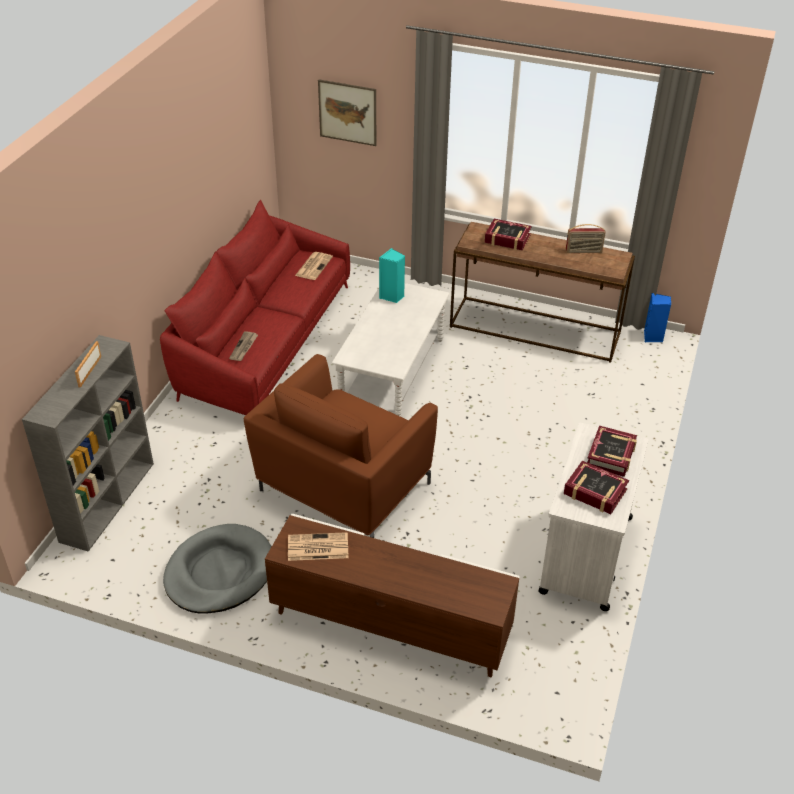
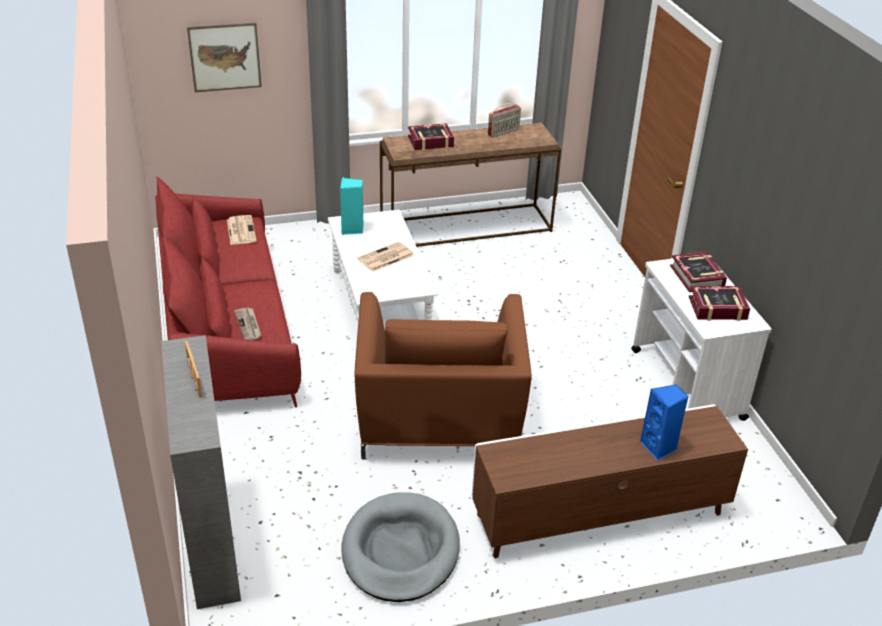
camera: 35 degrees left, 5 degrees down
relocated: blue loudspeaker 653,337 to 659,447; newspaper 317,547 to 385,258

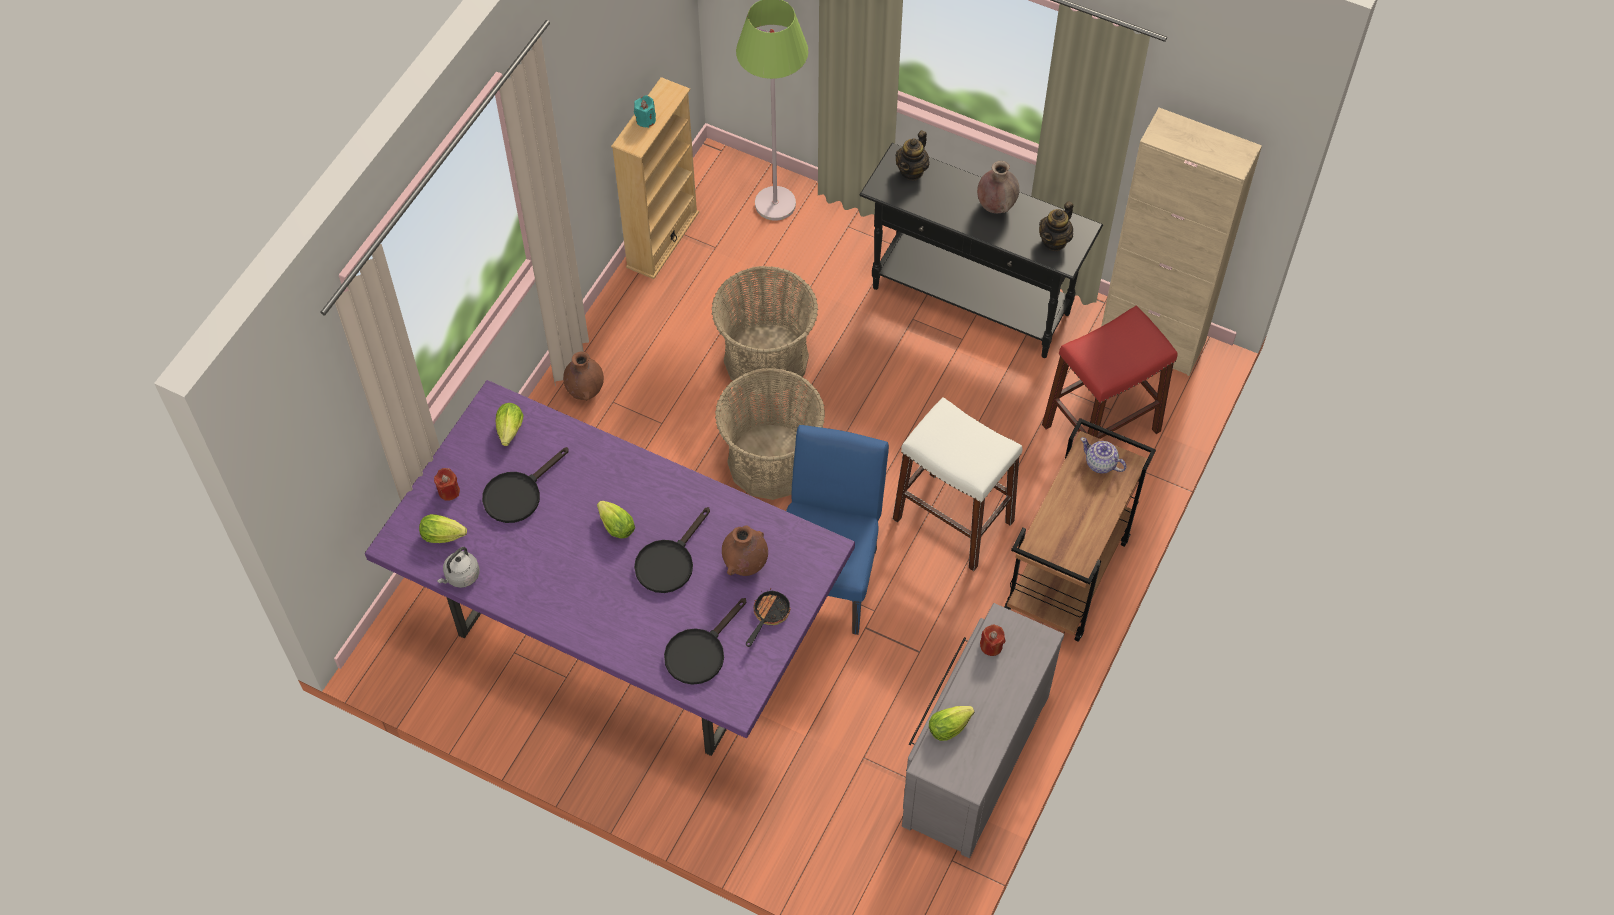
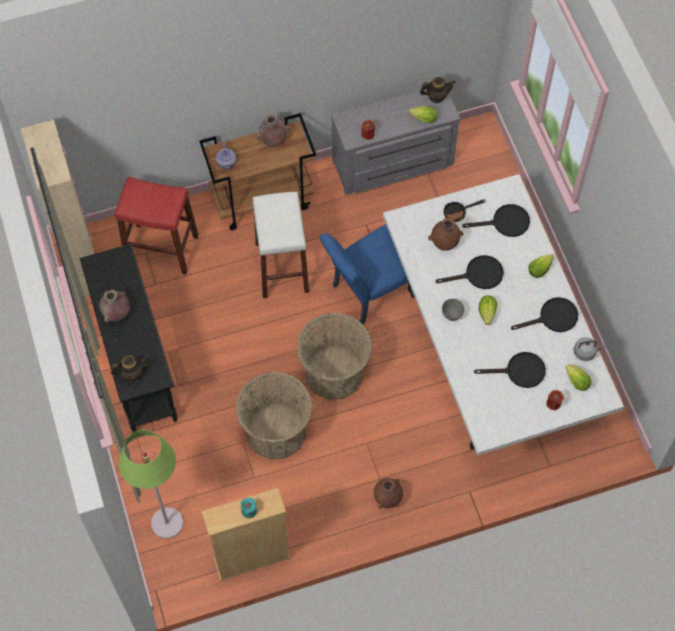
camera: 135 degrees left, 5 degrees up
appeared: brown-coloured vase 273,141; black frying pan 553,318; greyish serving bowl 451,315
relocated: tea pot 1054,241 to 436,96; lettuce 509,432 to 540,268
colour: purple-coloured dining table 622,625 to whitish dining table 489,354

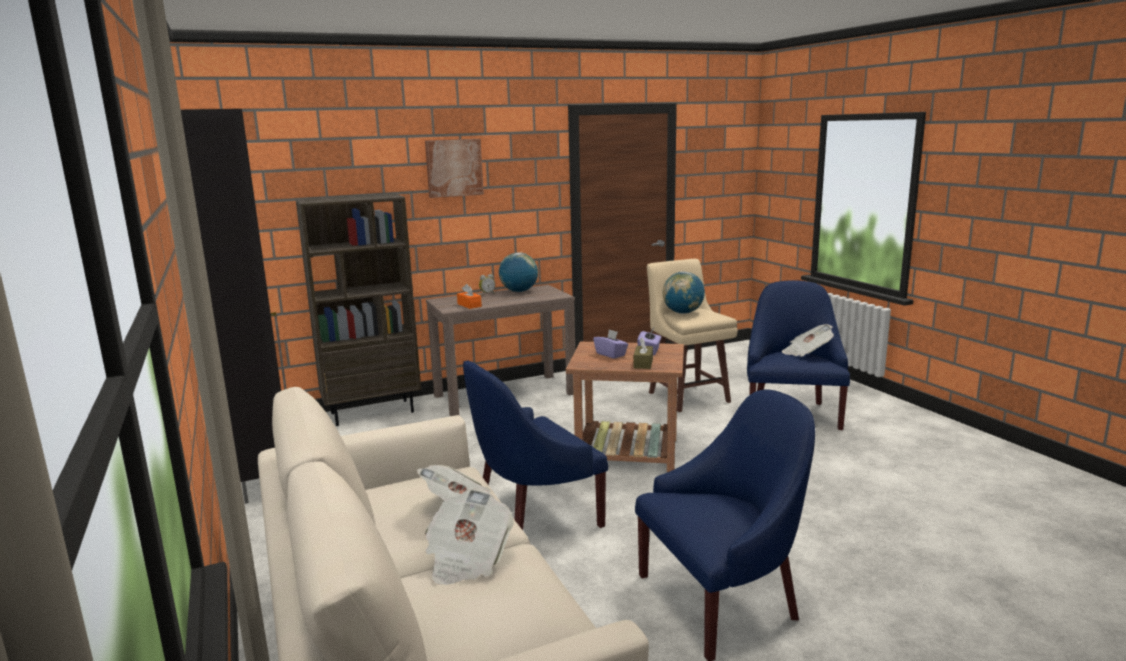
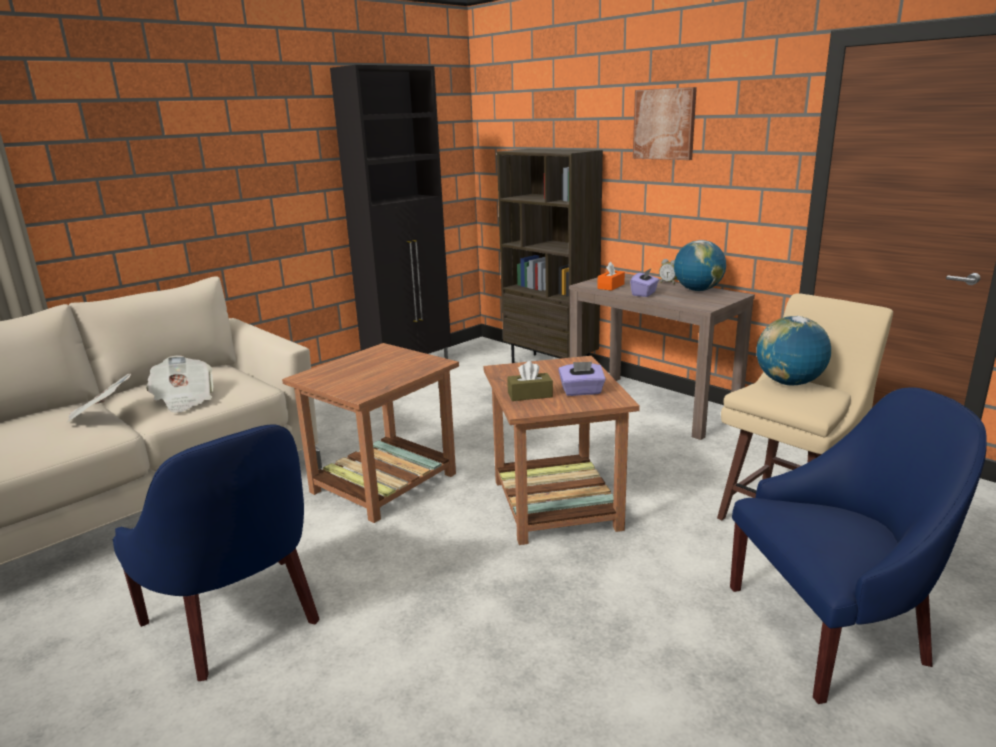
camera: 70 degrees right, 5 degrees up
missing: newspaper 806,353
relocated: purple-coloured box of tissues 611,354 to 644,293
exchanged: blue lounge chair 533,515 to brown-coloured side table 385,482

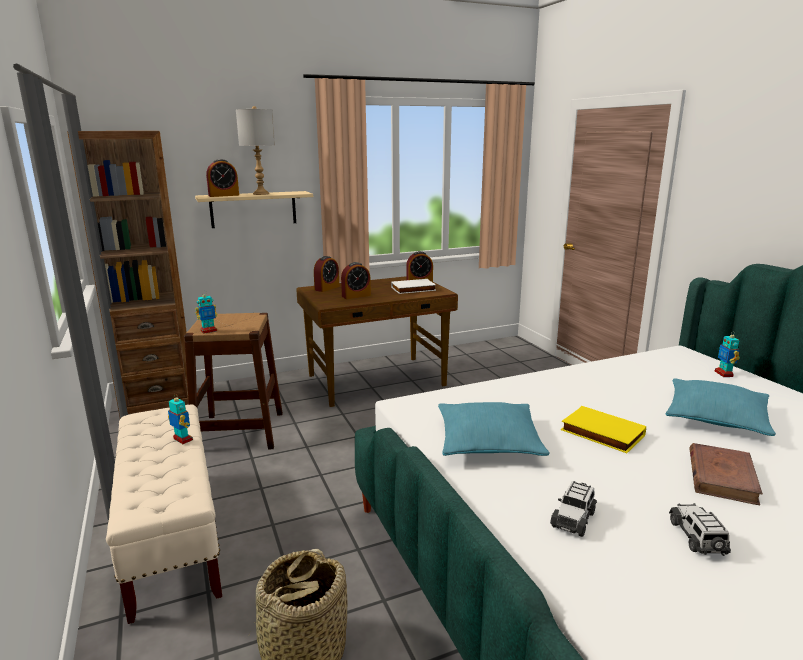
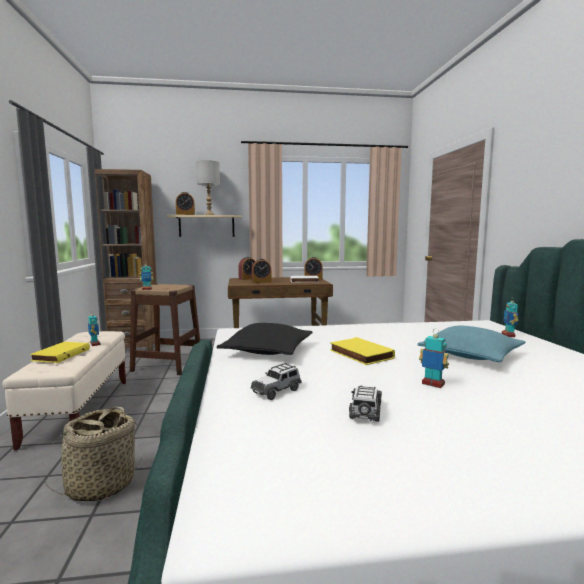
camera: 15 degrees right, 10 degrees down
appeared: yellowish book 60,355
exchanged: brown-coloured book 721,477 to model robot 433,384
colour: turquoise-coloured throw pillow 488,441 to black throw pillow 267,351

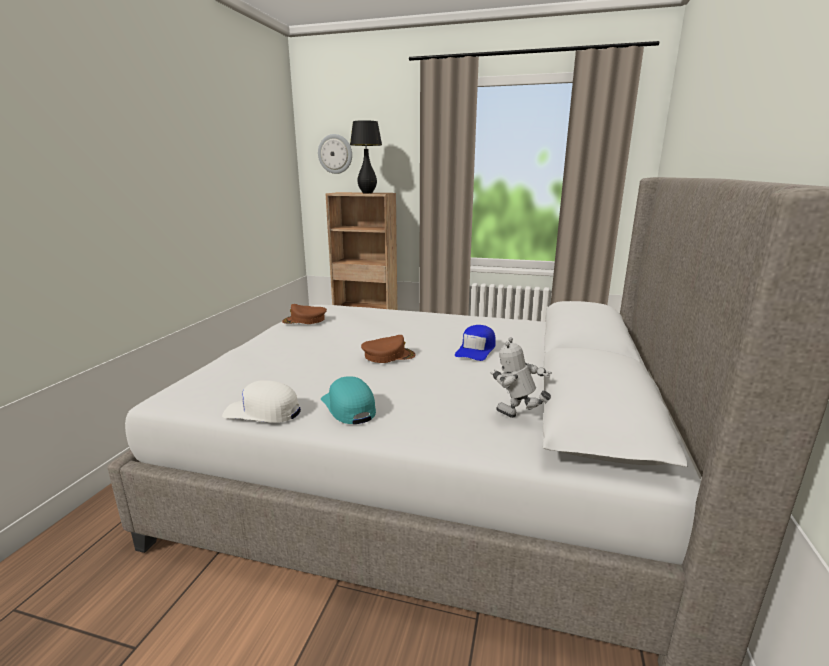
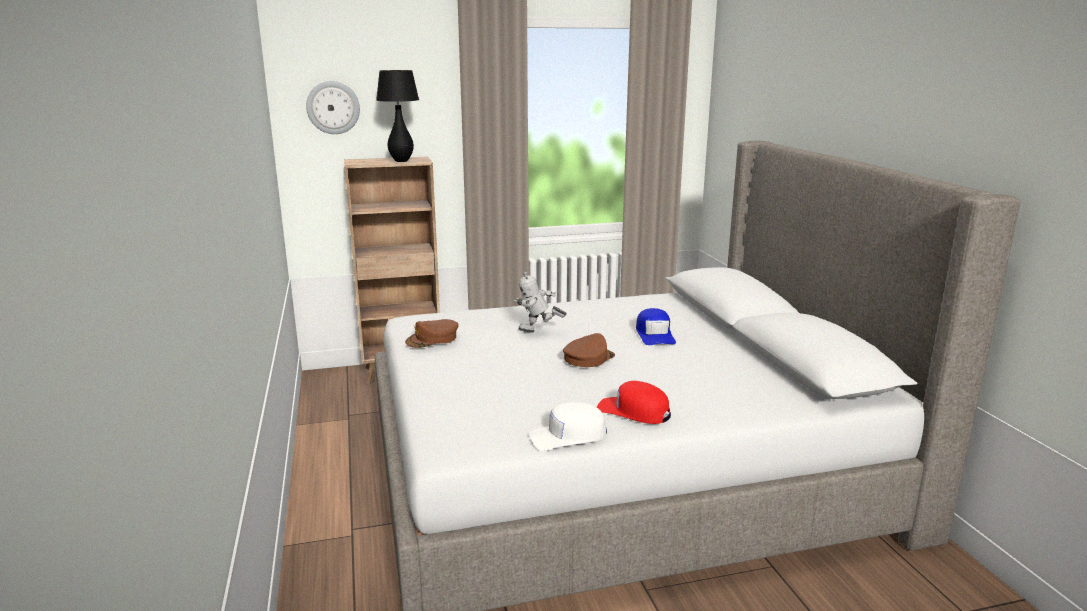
camera: 30 degrees left, 0 degrees up
relocated: model robot 519,420 to 538,333
colour: turquoise-coloured baseball cap 348,407 to red baseball cap 633,411

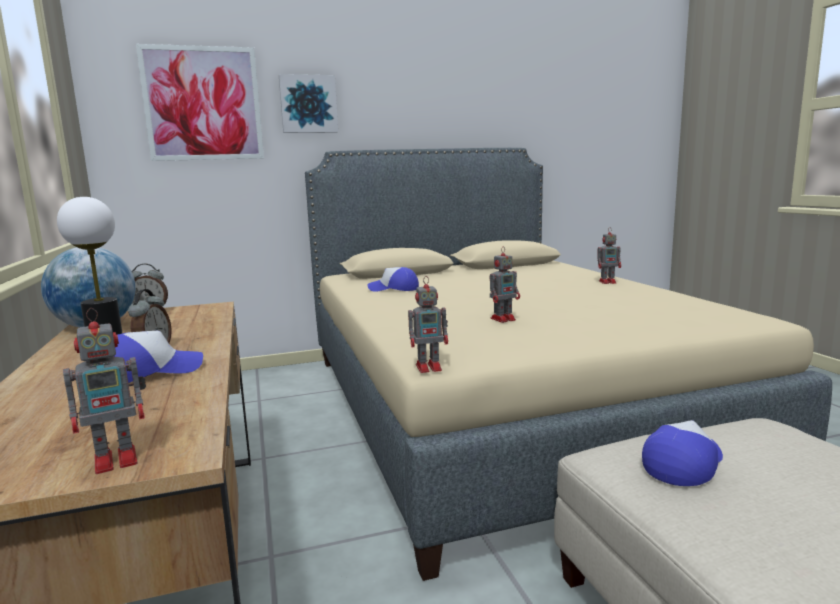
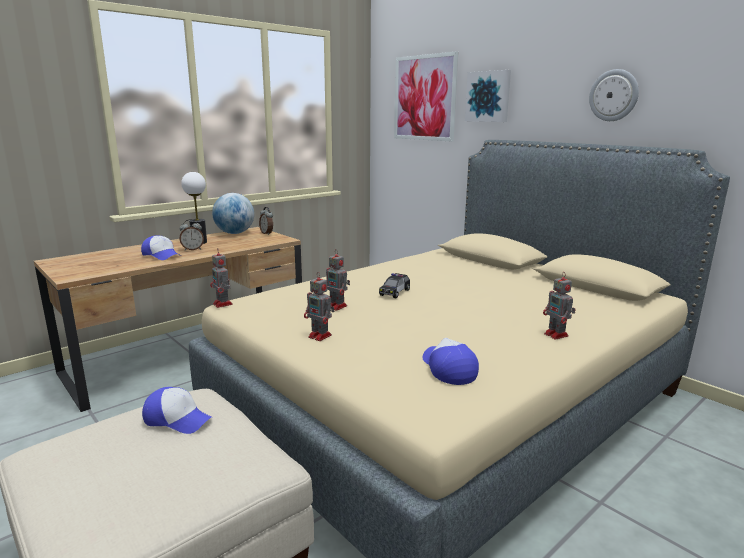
camera: 65 degrees right, 5 degrees up
appeared: clock on the wall 614,95; miniature car 395,292
relocated: baseball cap 394,289 to 448,368; model robot 119,459 to 320,336

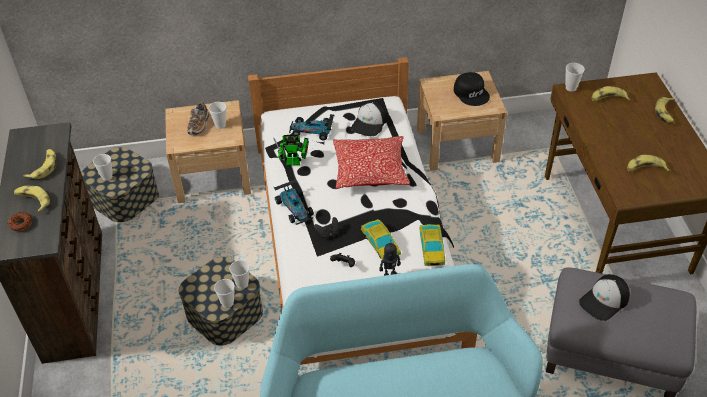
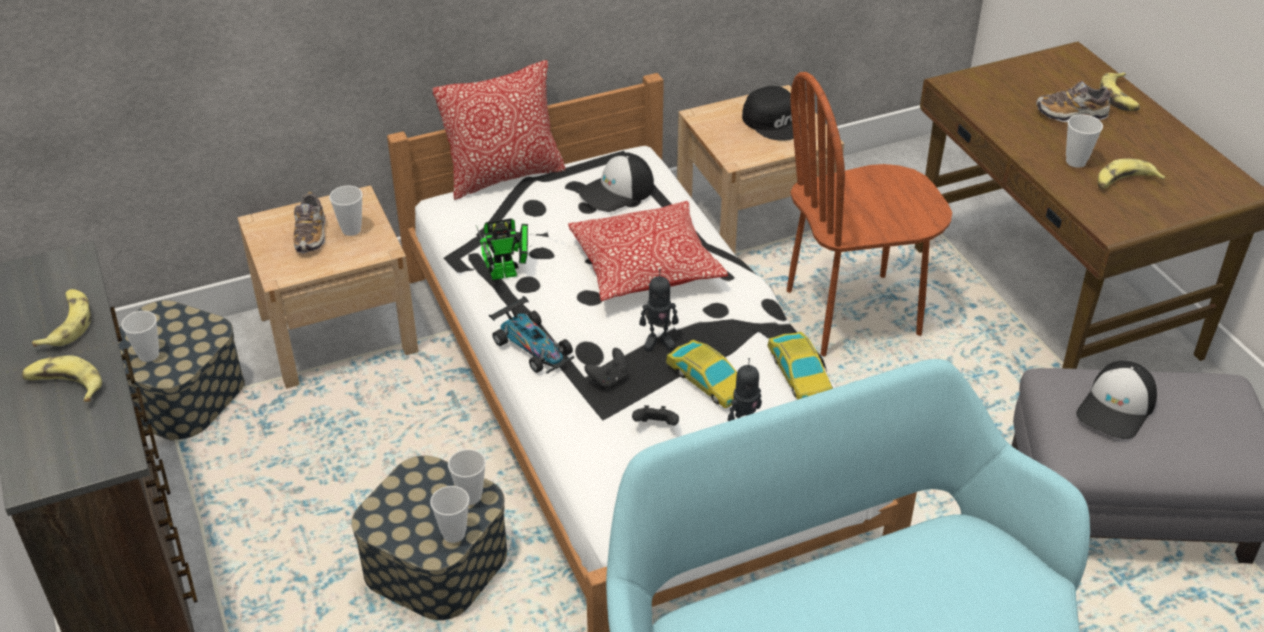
camera: 15 degrees left, 5 degrees down
missing: banana 608,99; miniature car 312,131; ring doughnut 21,223
appeared: throw pillow 504,175; brown-coloured upright chair 853,314; item of footwear 1071,114; model robot 658,342
relocated: small cup 571,88 to 1076,161
spun: baseball cap 369,123 = 617,191 45 degrees clockwise

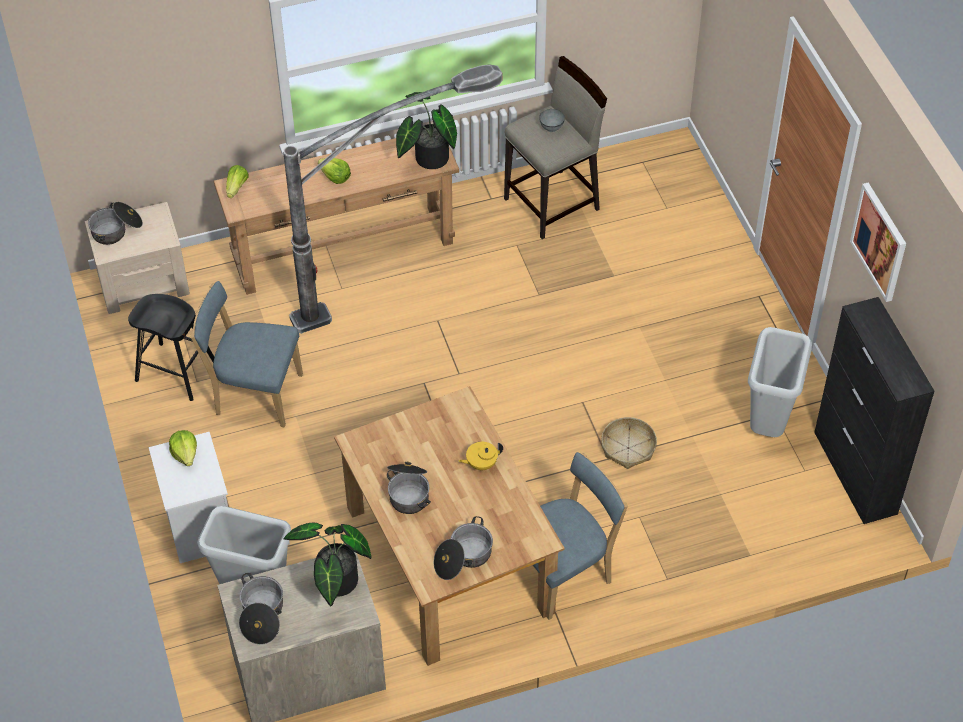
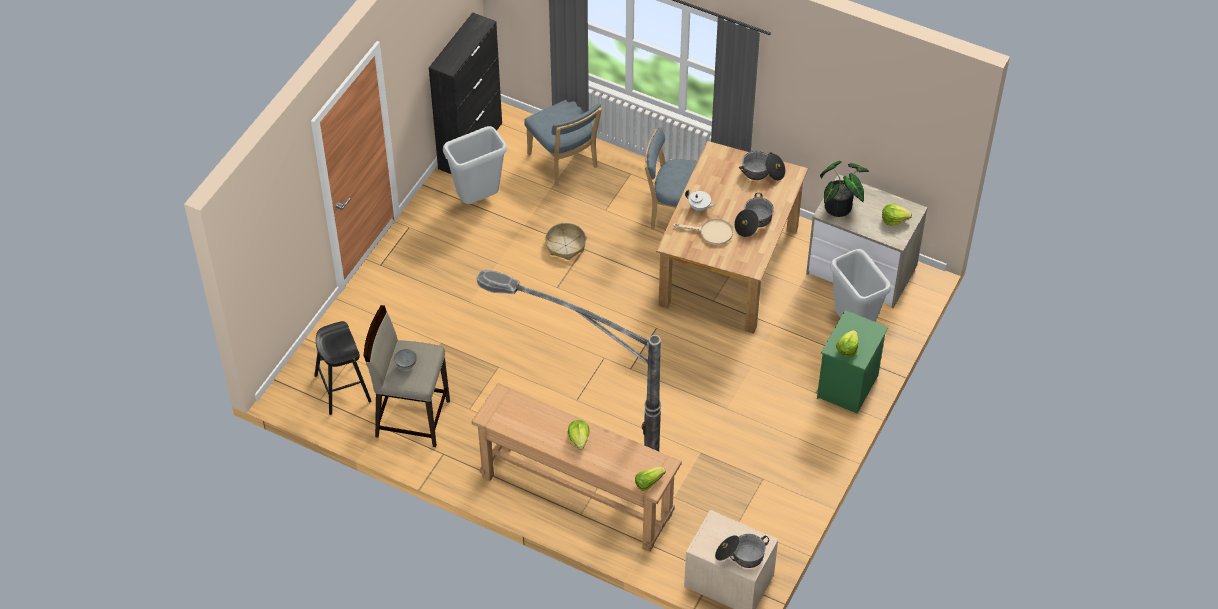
camera: 135 degrees left, 0 degrees up
missing: plant in a pot 427,158; picture 880,241
appeared: beige-coloured frying pan 711,233
relocated: blue upright chair 254,394 to 564,162; black stool seat 175,371 to 343,388
exchanged: saucepot 262,615 to lettuce 894,219
colour: whitish night table 198,527 to green-coloured night table 848,387; yellowish tea pot 481,464 to whitish tea pot 699,207

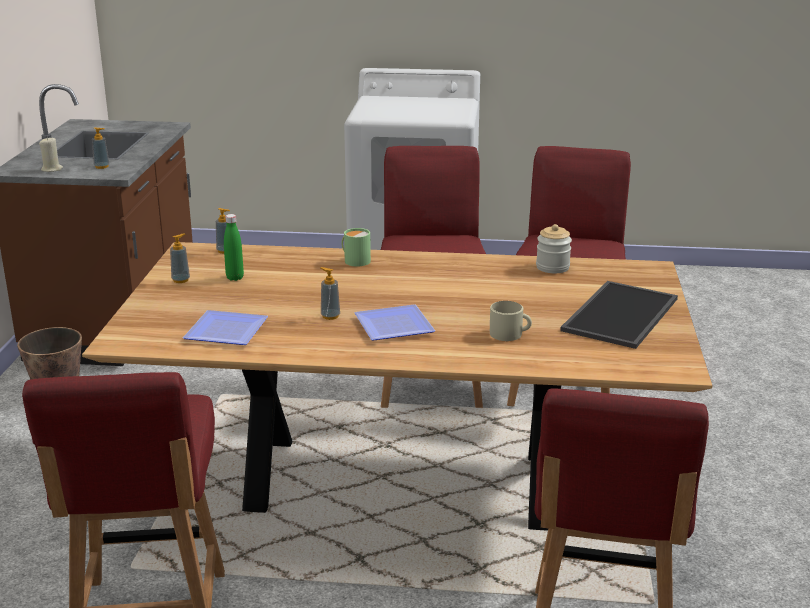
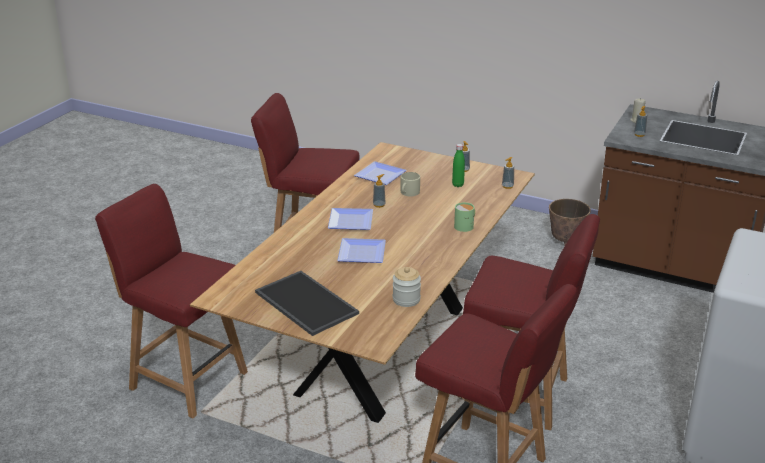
camera: 110 degrees right, 5 degrees up
appeared: plate 360,254
relocated: beige-coloured coffee mug 510,334 to 408,193

